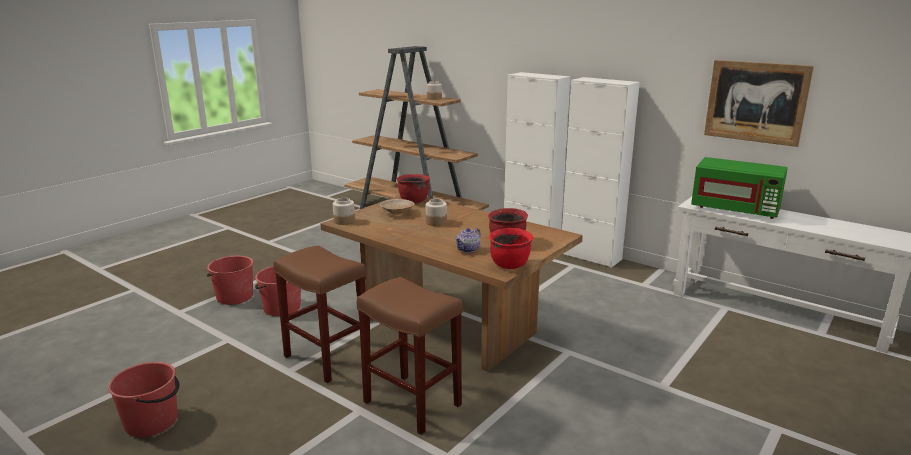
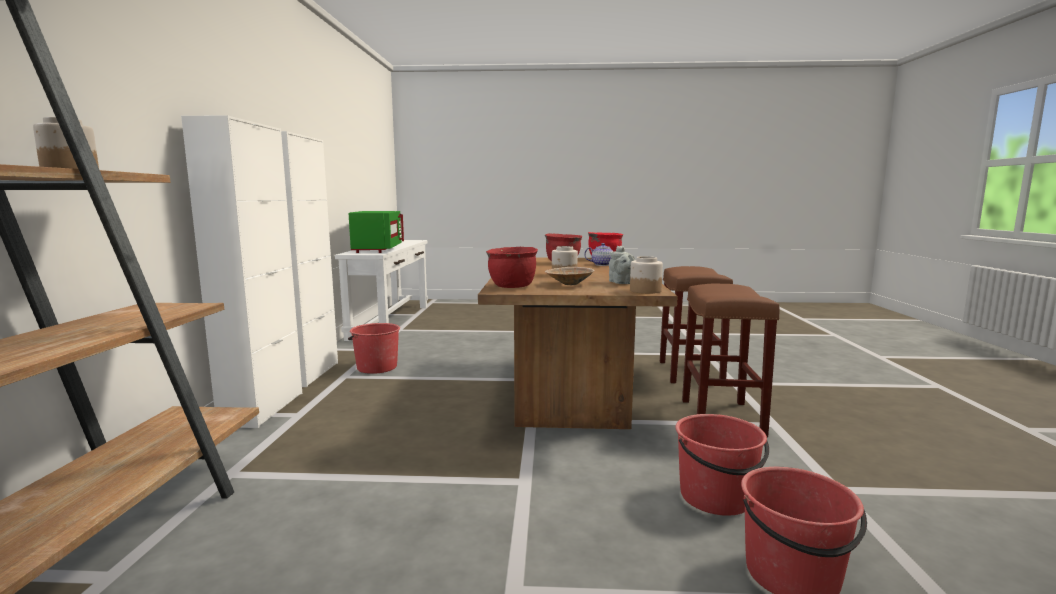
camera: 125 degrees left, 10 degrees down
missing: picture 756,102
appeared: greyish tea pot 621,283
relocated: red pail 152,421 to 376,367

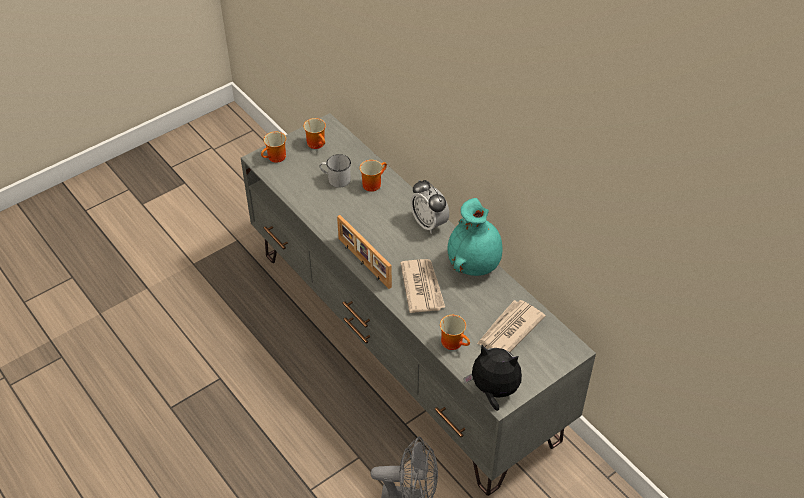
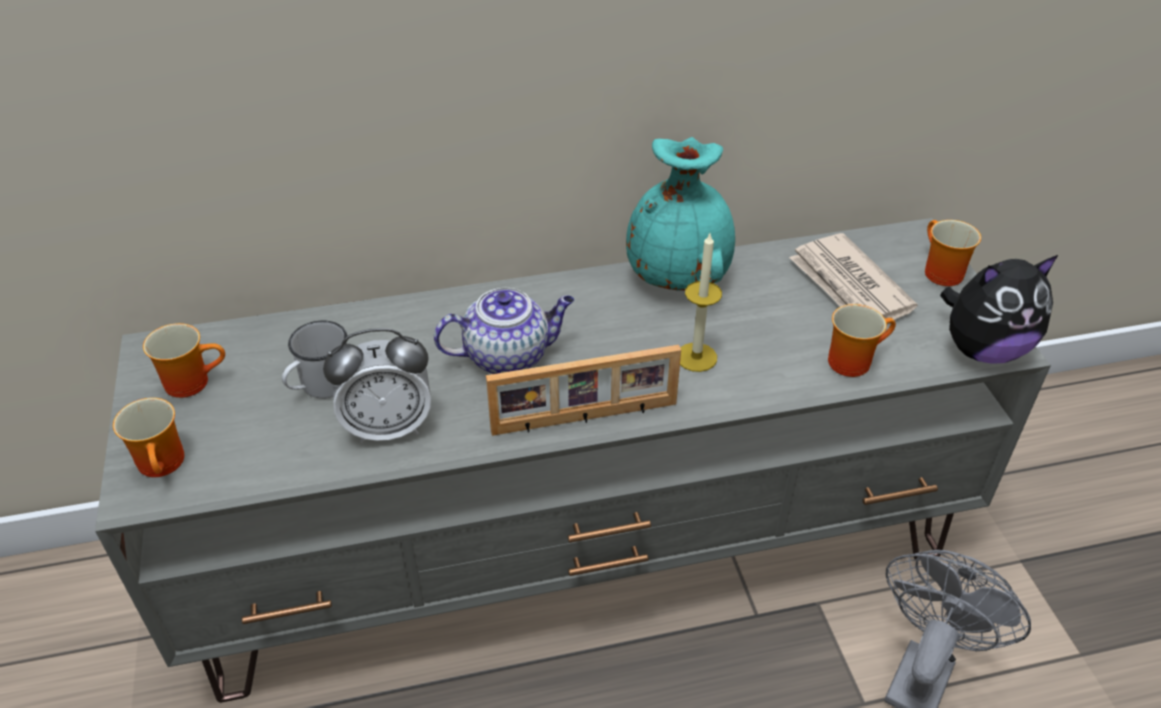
camera: 65 degrees left, 5 degrees down
appeared: tea pot 508,356
relocated: coffee mug 372,183 to 938,272; alarm clock 429,223 to 388,427
exchanged: newspaper 422,287 to wax candle 696,357
spun: plush toy 493,391 = 983,349 150 degrees counterclockwise

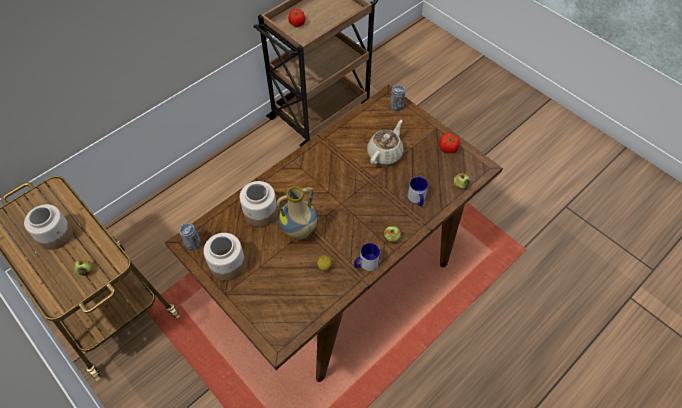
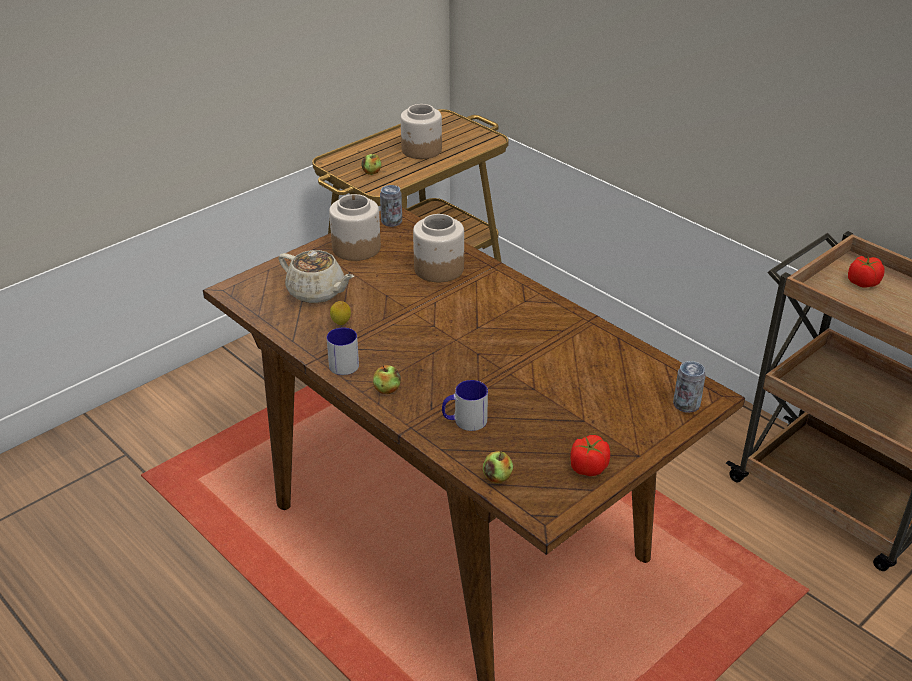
camera: 90 degrees right, 20 degrees down
missing: vase 299,232
relocated: beige-coloured tea pot 385,153 to 317,292

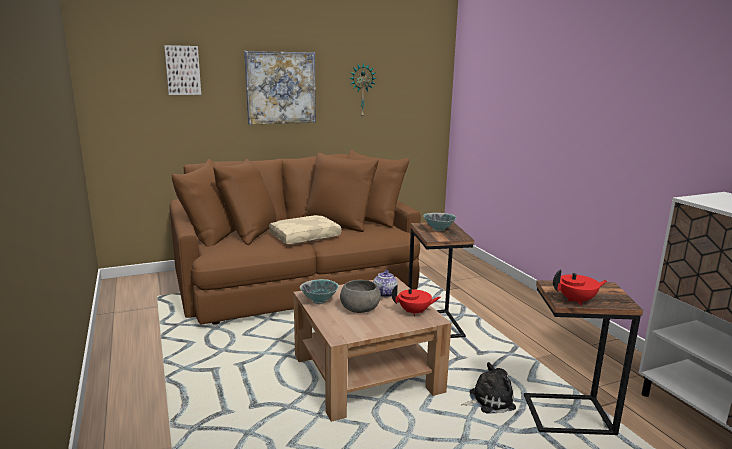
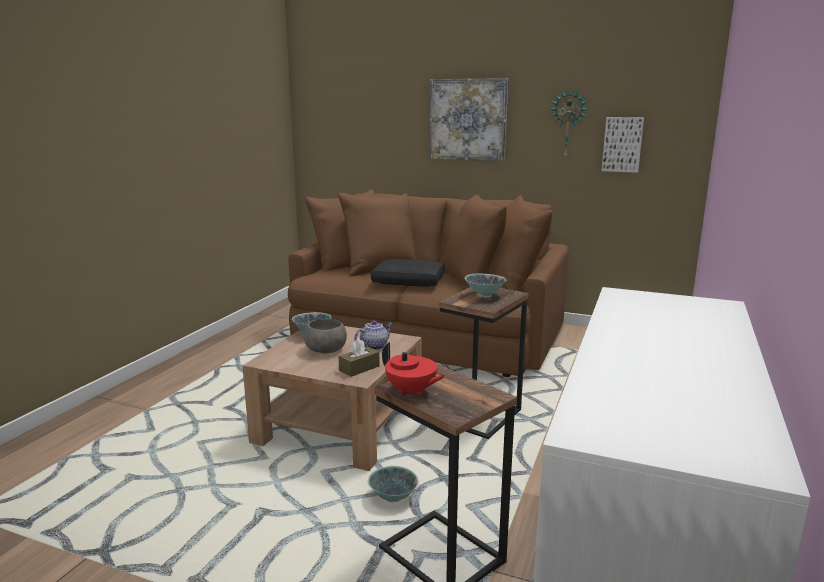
camera: 45 degrees right, 0 degrees up
relocated: picture 182,70 to 622,144
exchanged: red tea pot 414,312 to brown-coloured box of tissues 359,368; plush toy 488,400 to serving bowl 392,498
colour: beige-coloured throw pillow 305,237 to black throw pillow 409,281

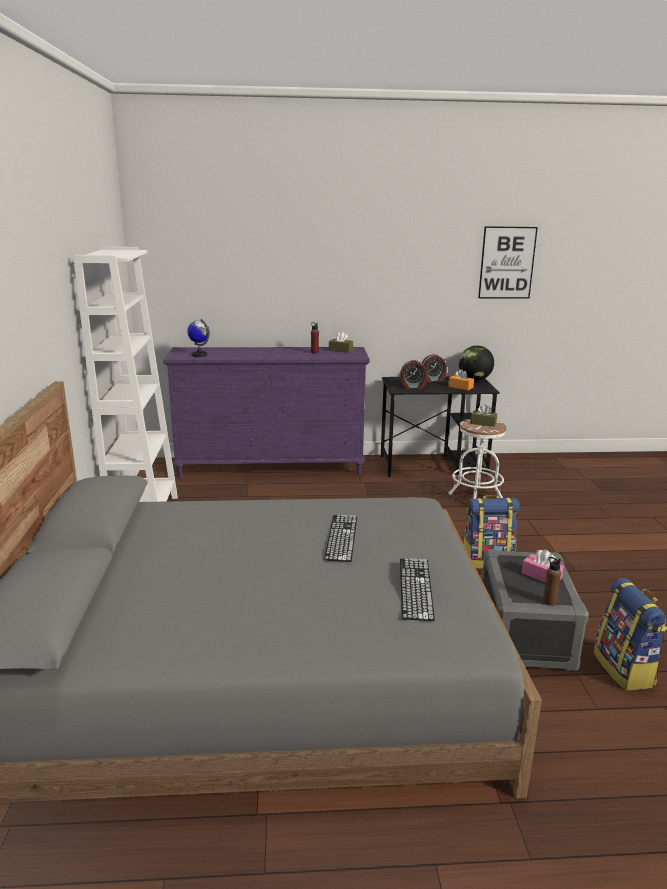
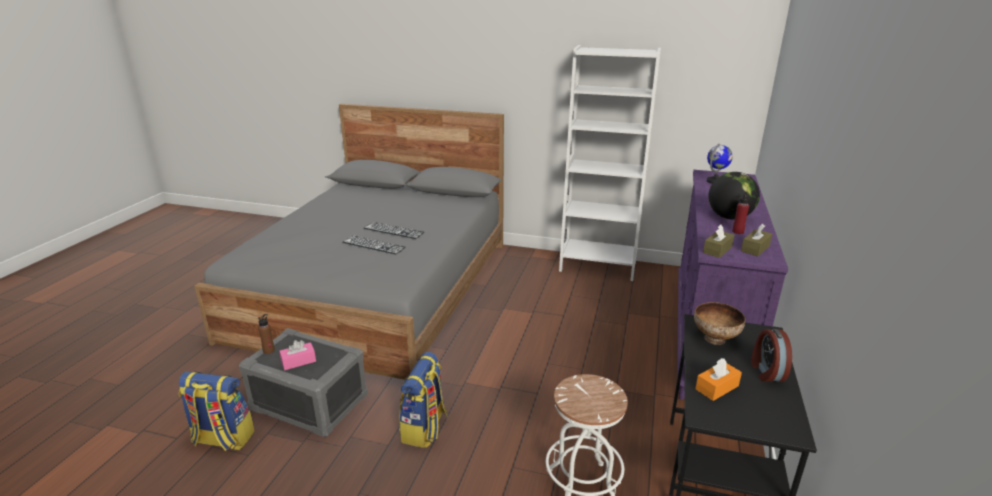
camera: 110 degrees right, 5 degrees up
missing: picture 507,263
relocated: desk globe 474,380 to 729,217; brown-coloured box of tissues 483,423 to 717,250; PC keyboard 415,588 to 394,230
exchanged: alarm clock 413,387 to serving bowl 715,339

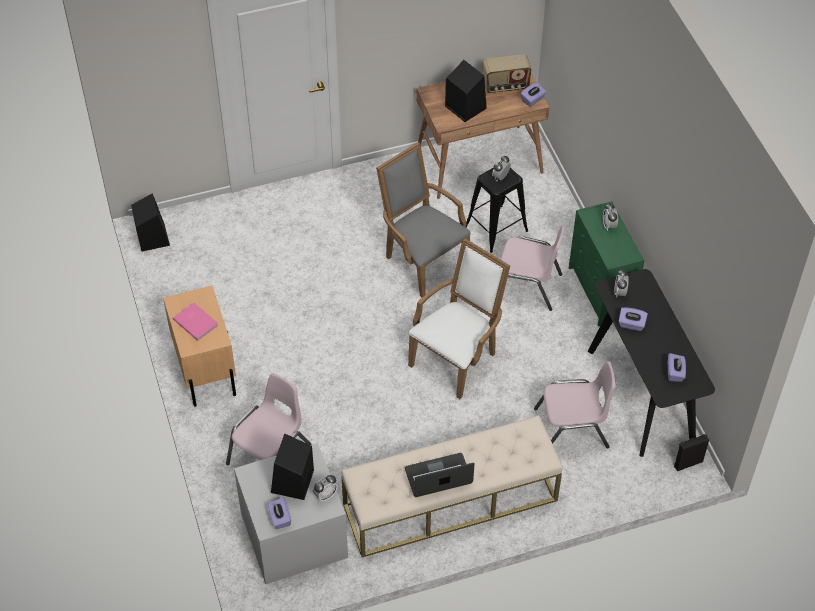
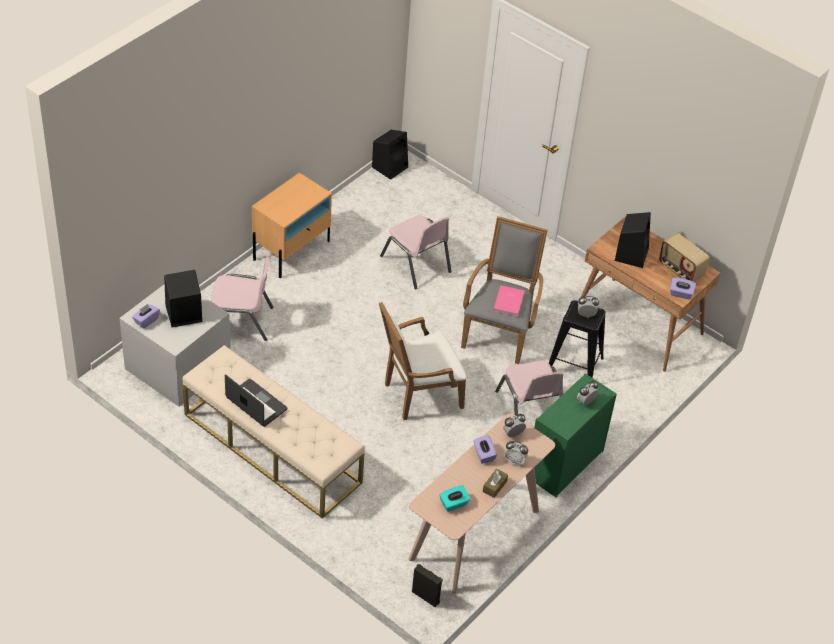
camera: 55 degrees right, 5 degrees down
appeared: brown-coloured box of tissues 494,486
relocated: pinkish book 196,321 to 509,301; pinkish upright chair 572,429 to 416,264; alarm clock 325,495 to 515,461
colour: black console table 641,394 to beige-coloured console table 475,535; purple-coloured box of tissues 675,373 to turquoise-coloured box of tissues 454,504
spun: whitish lounge chair 457,357 = 418,395 150 degrees clockwise

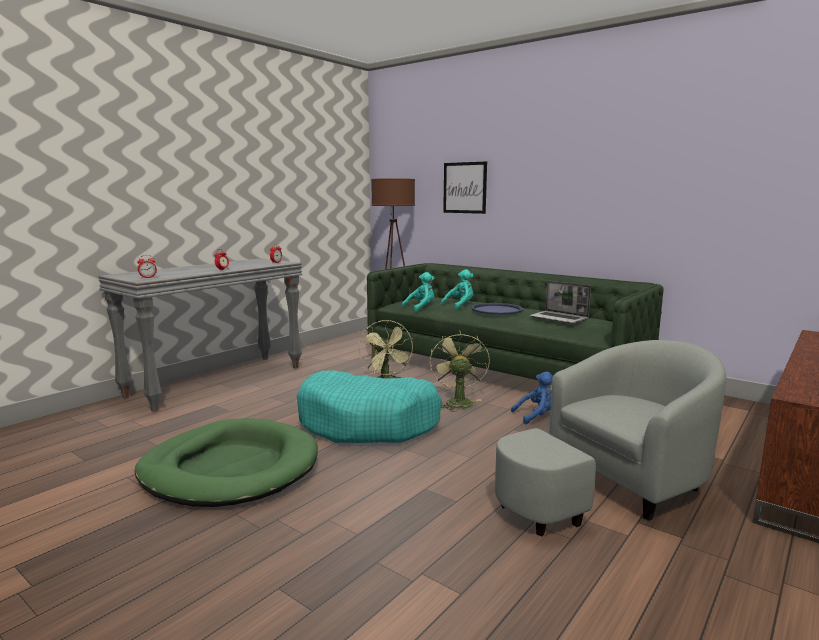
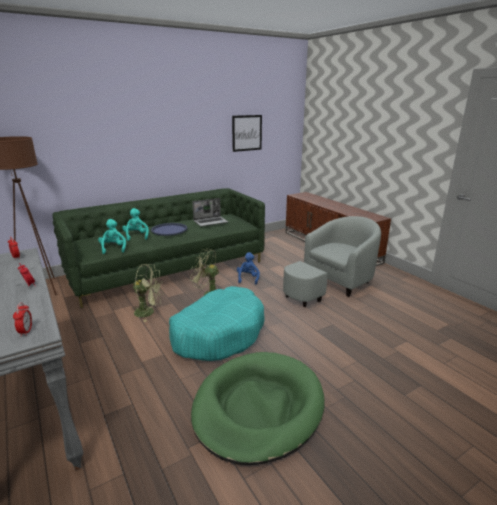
camera: 70 degrees left, 10 degrees up
relocated: picture 464,187 to 247,133
spun: greyish lounge chair 612,488 = 332,285 60 degrees clockwise

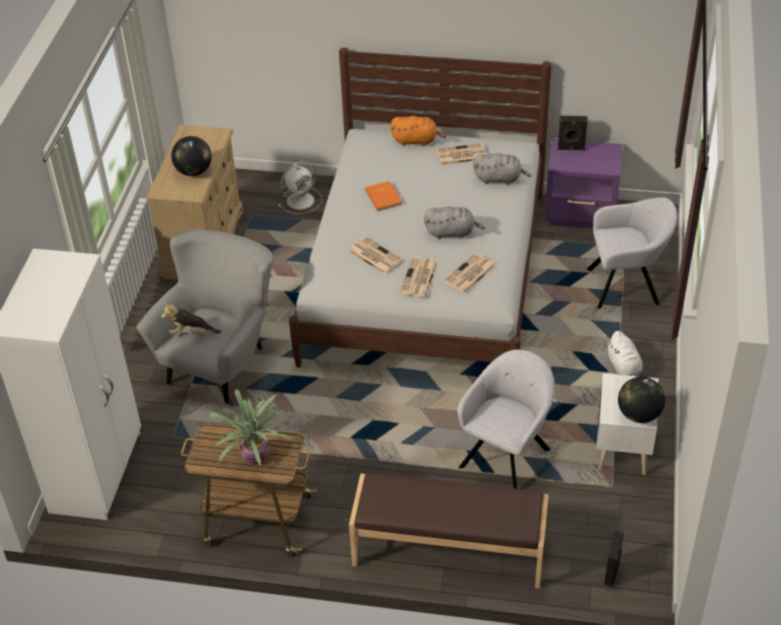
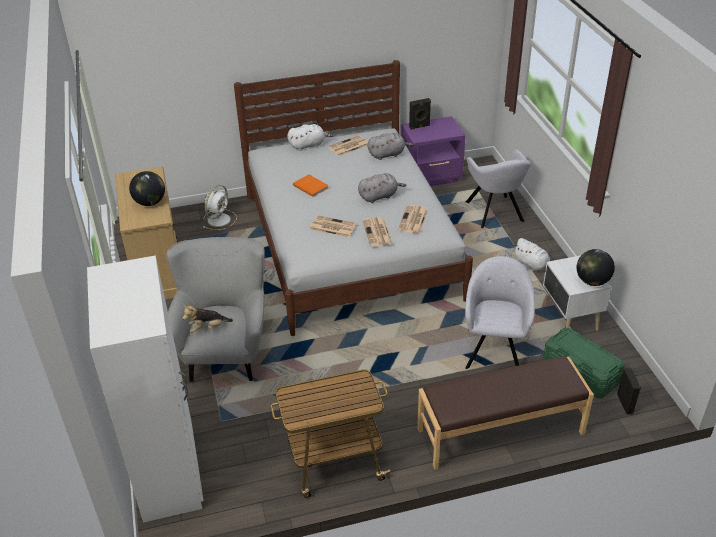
camera: 25 degrees left, 5 degrees down
missing: plant in a pot 255,455
appeared: green-coloured storage container 580,372
colour: orange plush toy 416,141 to whitish plush toy 308,145
spun: greyish lounge chair 626,286 = 495,213 105 degrees clockwise

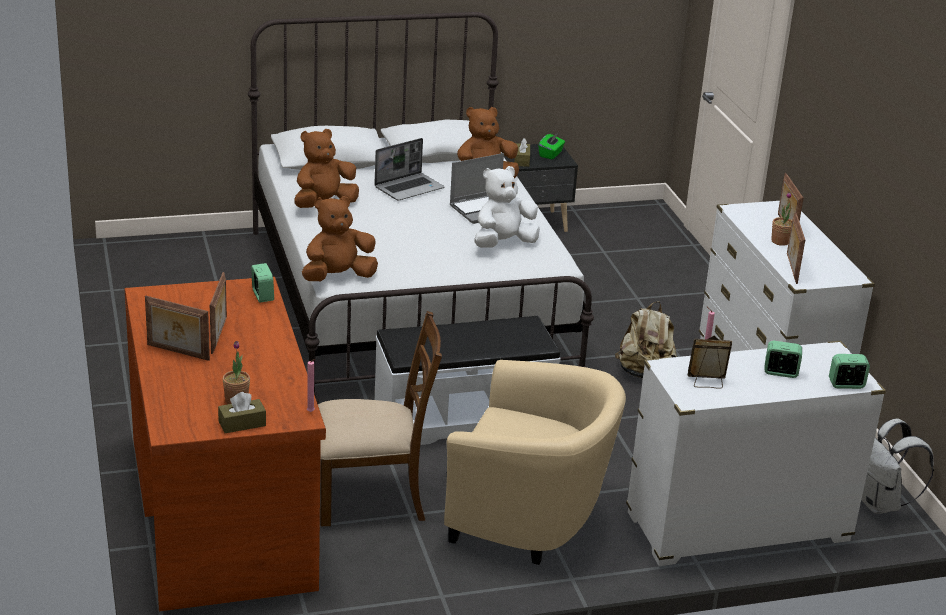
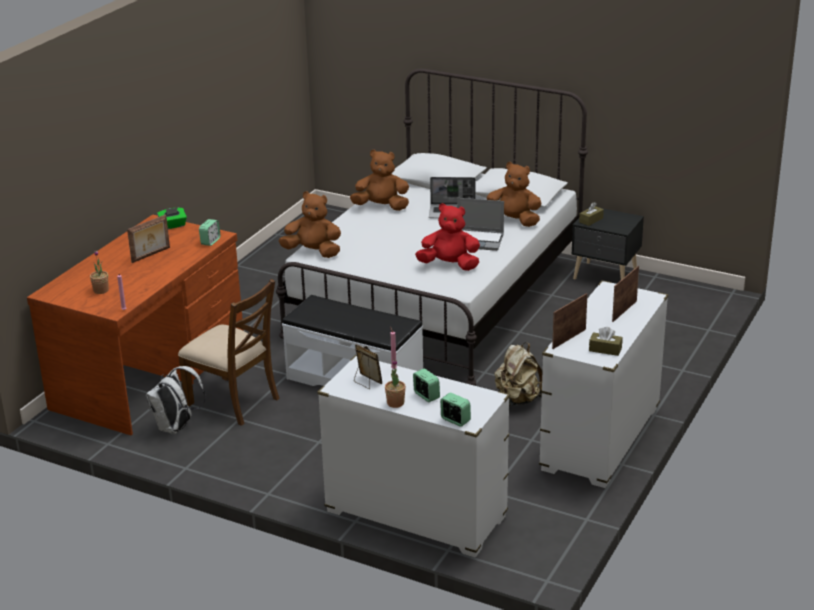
camera: 45 degrees right, 0 degrees up
missing: standing frame 177,353; beige-coloured lounge chair 530,520
relocated: green-coloured box of tissues 551,154 to 173,225; plant in a pot 780,241 to 395,403; brown-coloured box of tissues 242,423 to 605,349; whitish knapsack 880,504 to 176,427
colour: whitish plush toy 503,243 to red plush toy 449,265

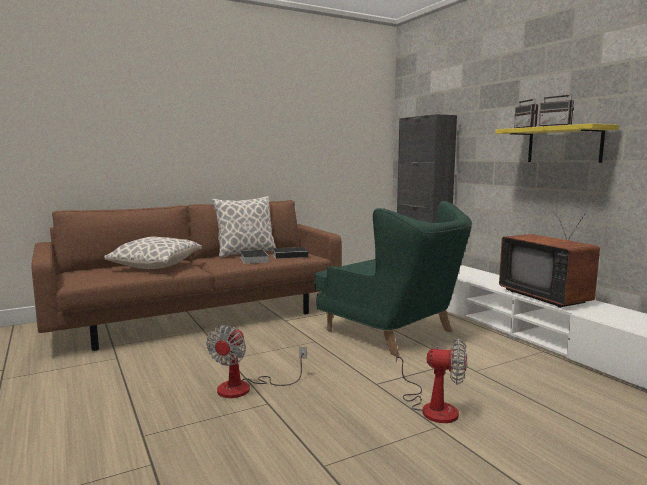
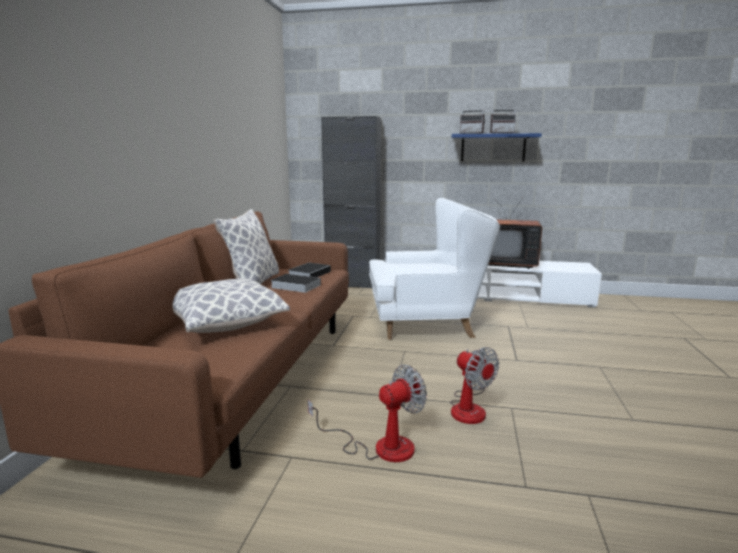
camera: 50 degrees left, 5 degrees up
relocated: electric fan 432,407 to 380,447
colour: yellowish shelf 564,145 to blue shelf 493,148; green-coloured lounge chair 392,332 to whitish lounge chair 427,322

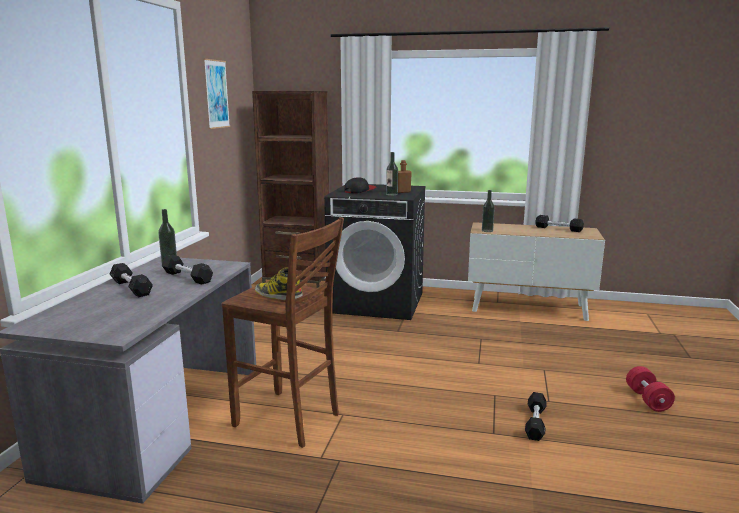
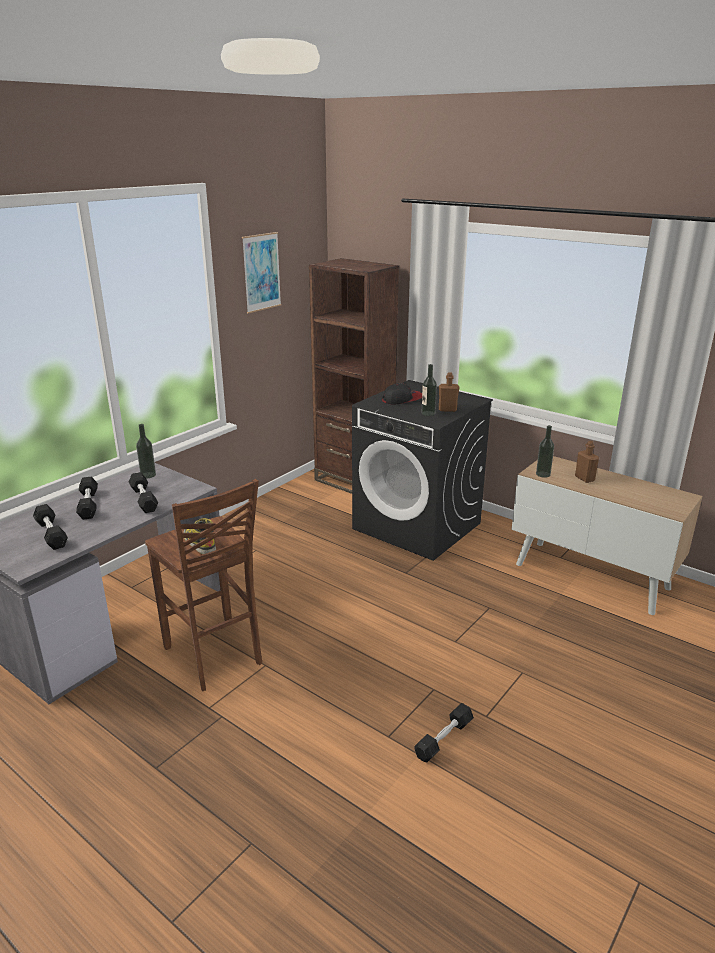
camera: 25 degrees right, 10 degrees up
missing: red hand weight 647,399
appeared: brown-coloured beverage bottle 584,478
relocated: black hand weight 558,229 to 51,534

